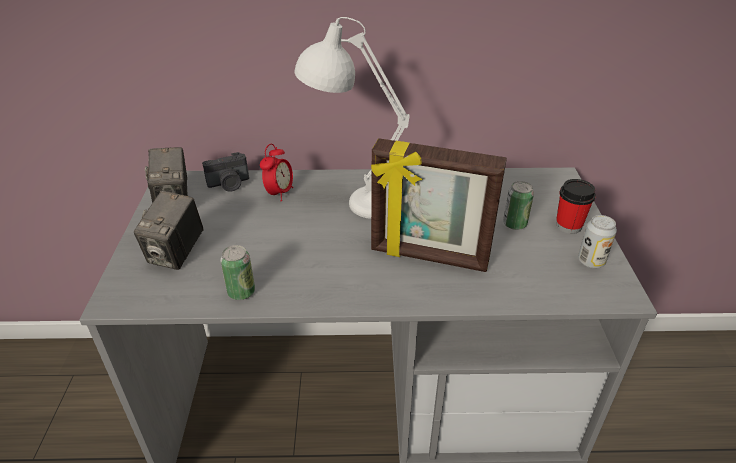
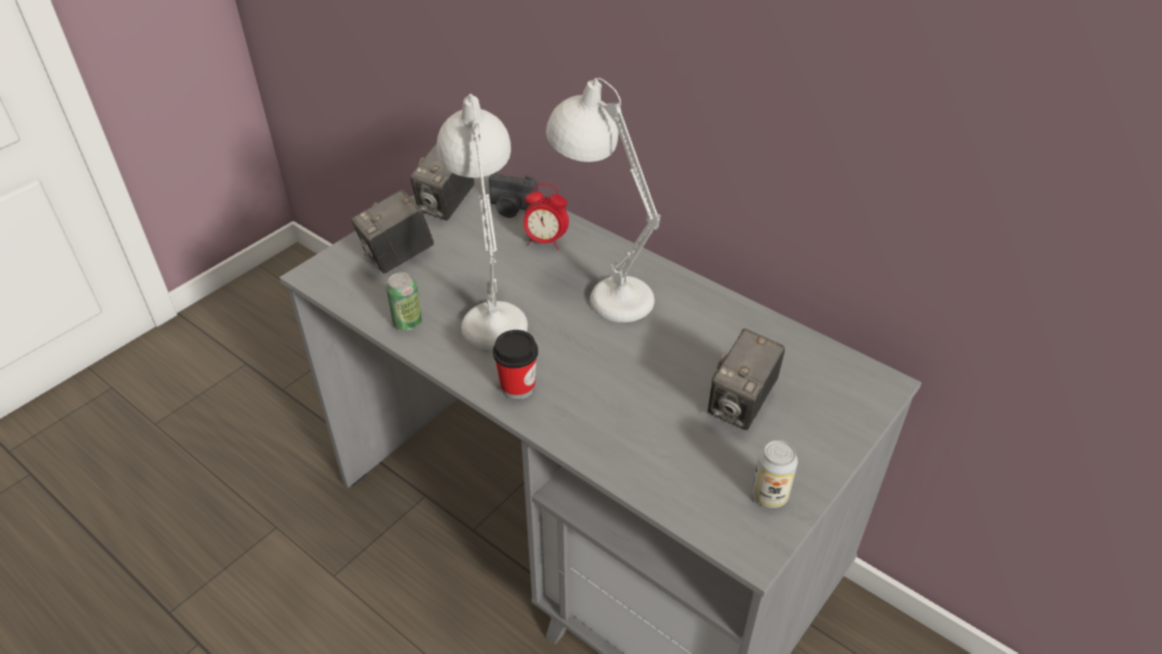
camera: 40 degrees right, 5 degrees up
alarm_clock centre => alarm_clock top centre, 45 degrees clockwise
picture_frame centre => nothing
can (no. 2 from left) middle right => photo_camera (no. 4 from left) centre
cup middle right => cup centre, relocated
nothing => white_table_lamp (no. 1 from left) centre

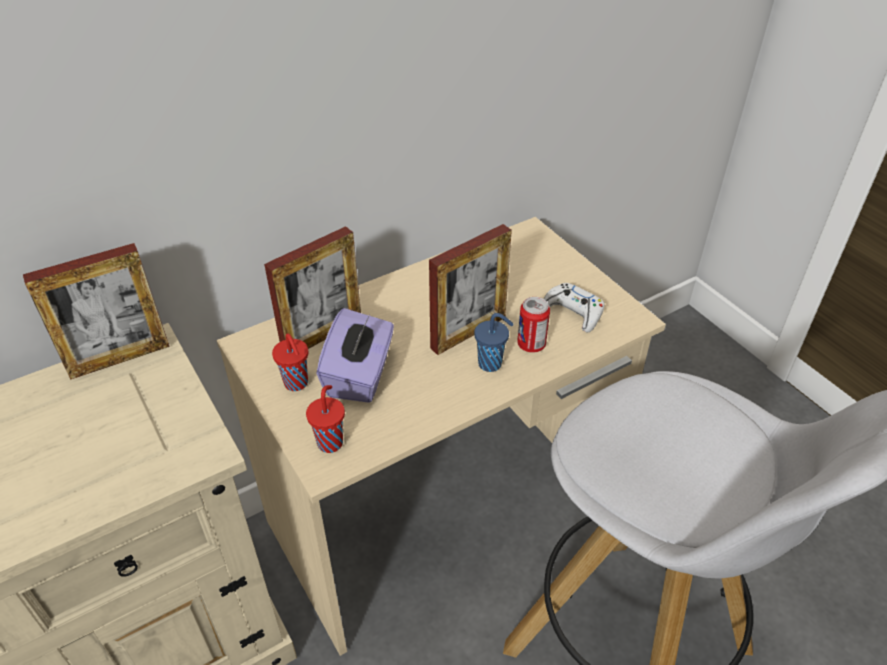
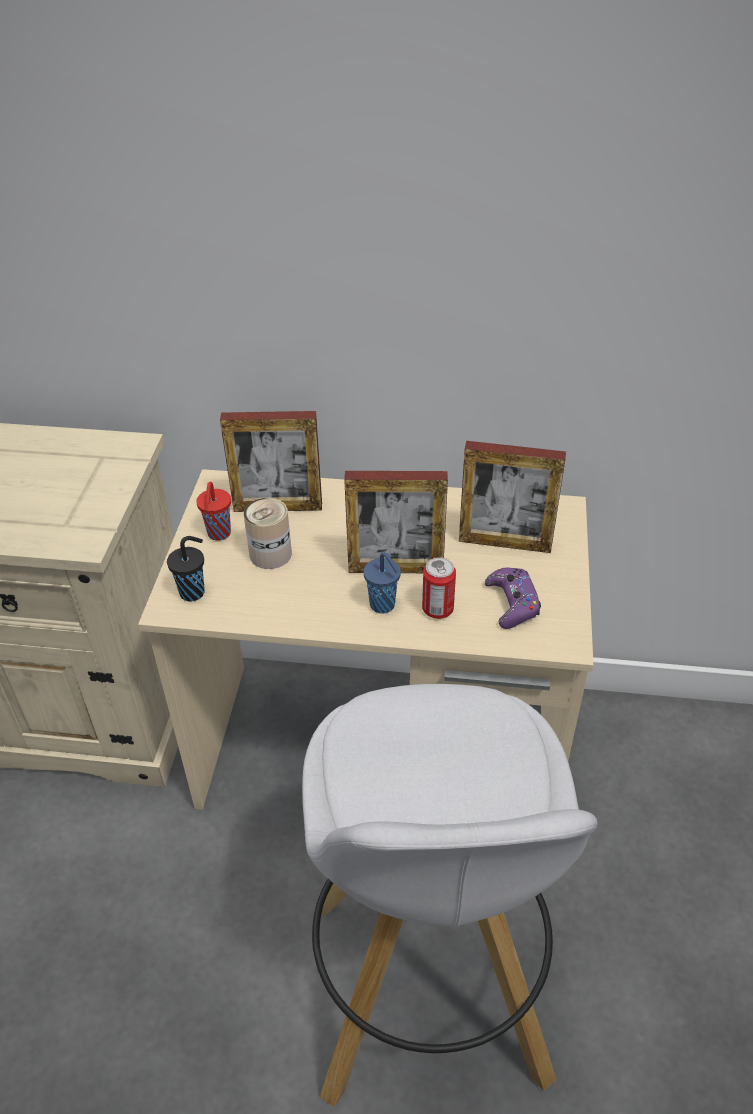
camera: 40 degrees right, 0 degrees up
picture_frame (no. 1 from left in the first image) middle left => picture_frame (no. 3 from left) middle right, relocated
red_cup (no. 2 from left) centre => black_cup middle left
purple_tissue_box centre => can (no. 1 from left) centre
white_game_controller centre => purple_game_controller middle right

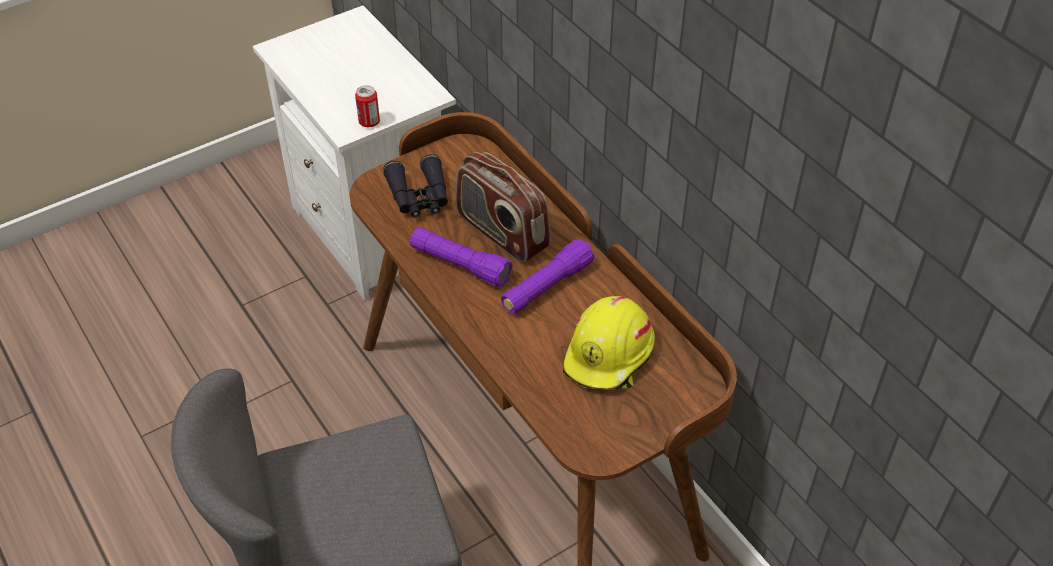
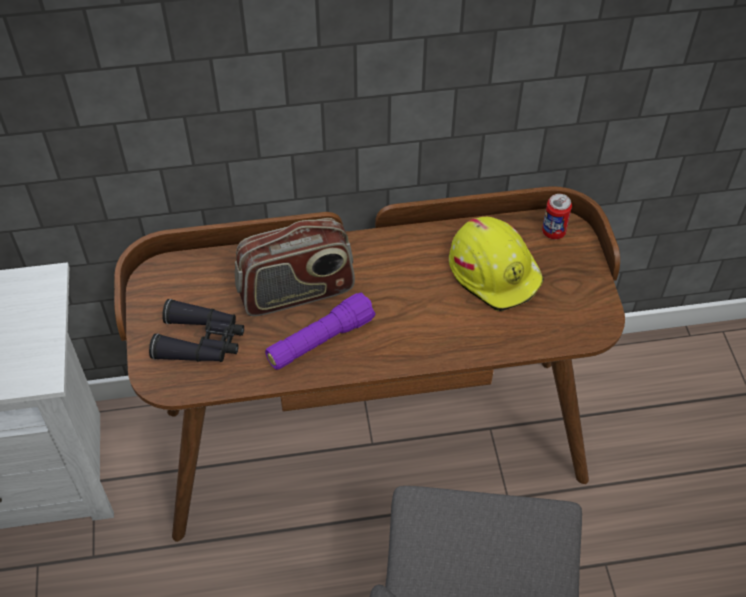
camera: 65 degrees left, 5 degrees up
can top centre => can middle right, relocated
purple_flashlight (no. 2 from left) centre => nothing

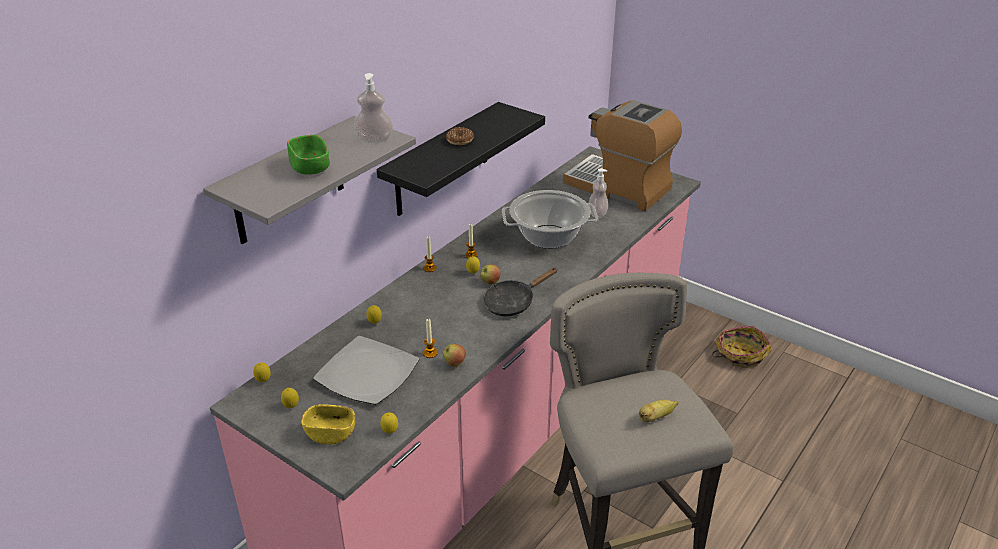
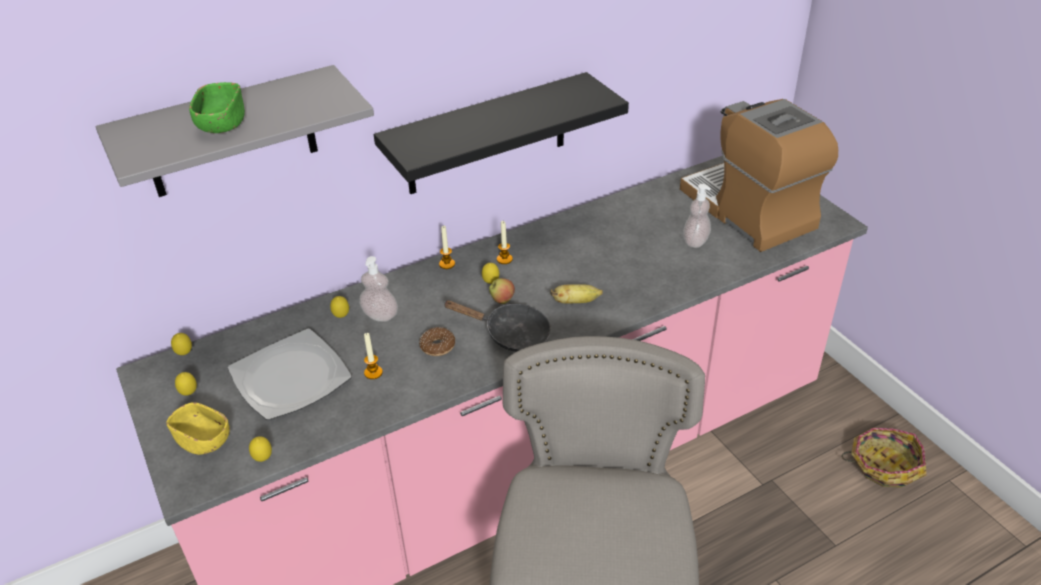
camera: 25 degrees right, 5 degrees up
soap_dispenser (no. 1 from left) top centre => soap_dispenser (no. 1 from left) centre, relocated
apple (no. 1 from left) centre => nothing
donut top centre => donut centre, relocated
black_frying_pan centre, 150 degrees counterclockwise
cooking_pot centre => nothing
banana bottom centre => banana centre, relocated

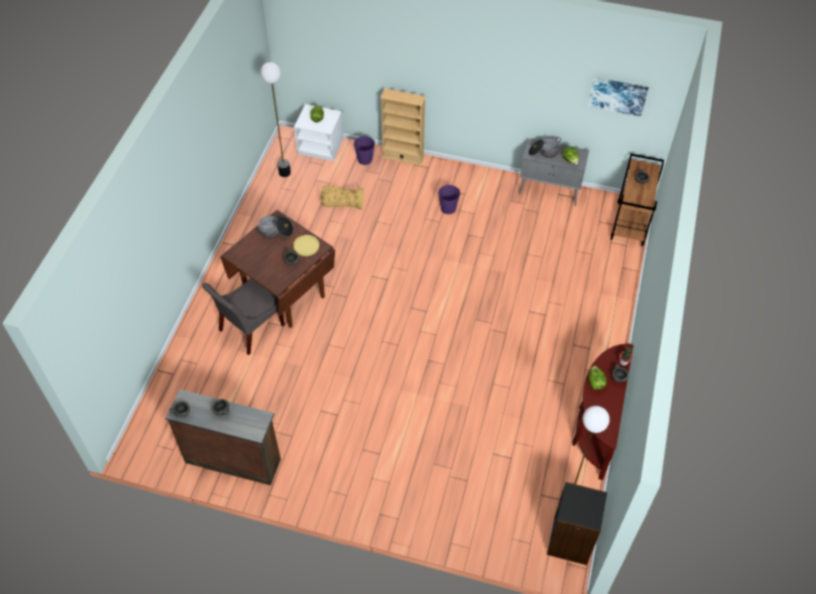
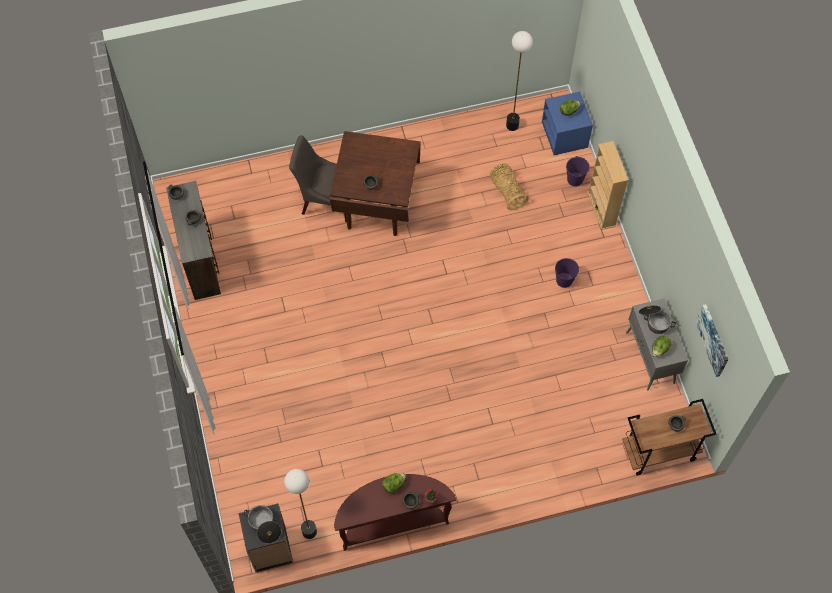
camera: 60 degrees right, 10 degrees up
cooking_pot (no. 1 from left) centre => cooking_pot (no. 1 from left) bottom left, relocated
yellow_plate centre => nothing
white_nightstand top centre => blue_nightstand top right

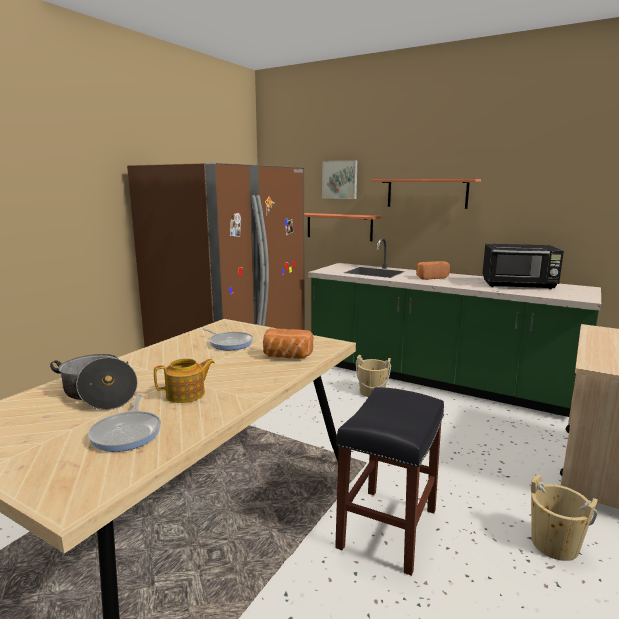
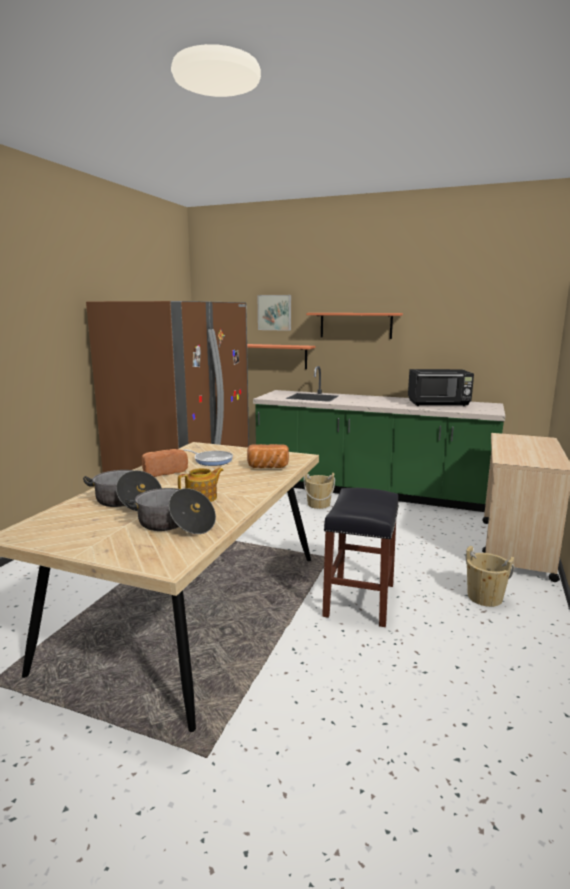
camera: 10 degrees left, 0 degrees up
frying_pan (no. 1 from left) bottom left => cooking_pot (no. 2 from left) middle left
bread (no. 2 from left in the first image) middle right => bread (no. 1 from left) middle left, relocated

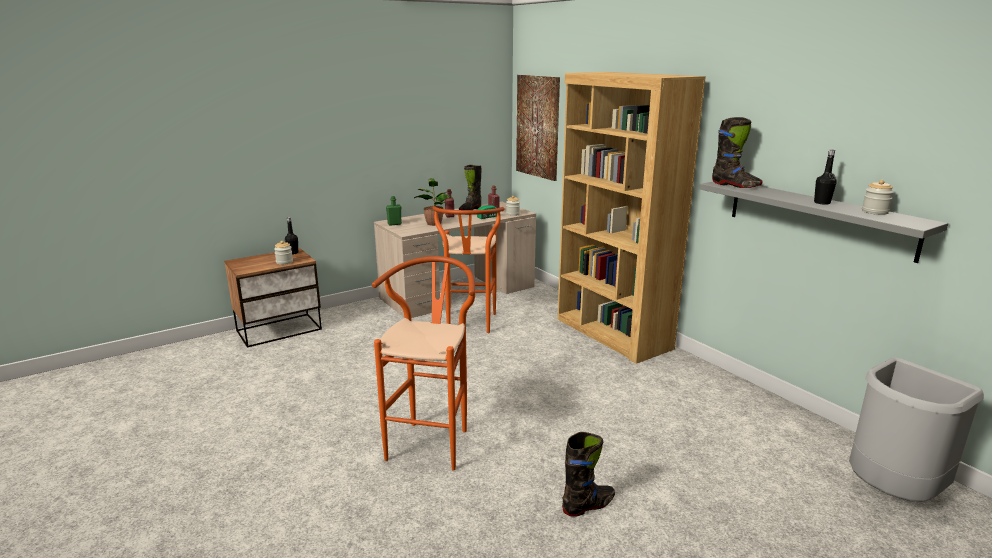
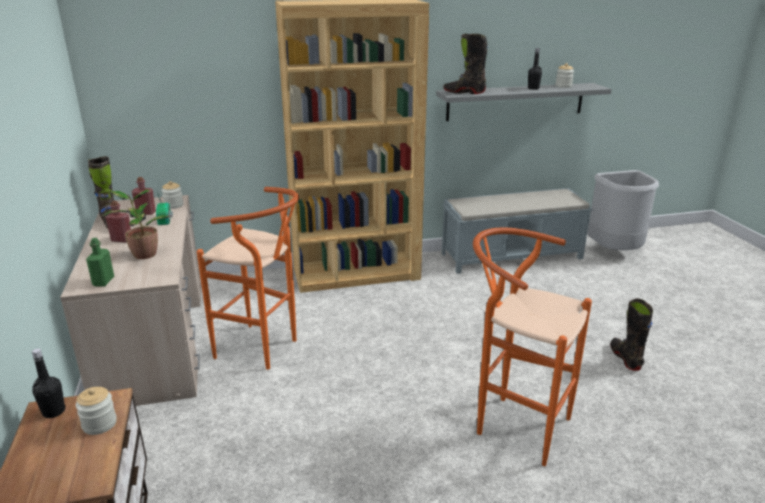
camera: 70 degrees left, 5 degrees up
picture top centre => nothing
black_boot (no. 3 from left in the first image) top right => black_boot (no. 2 from left) top centre, 135 degrees counterclockwise
nothing => grey_bench middle right

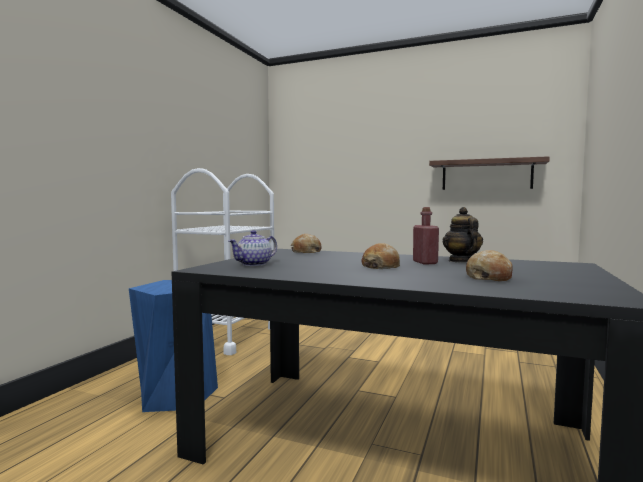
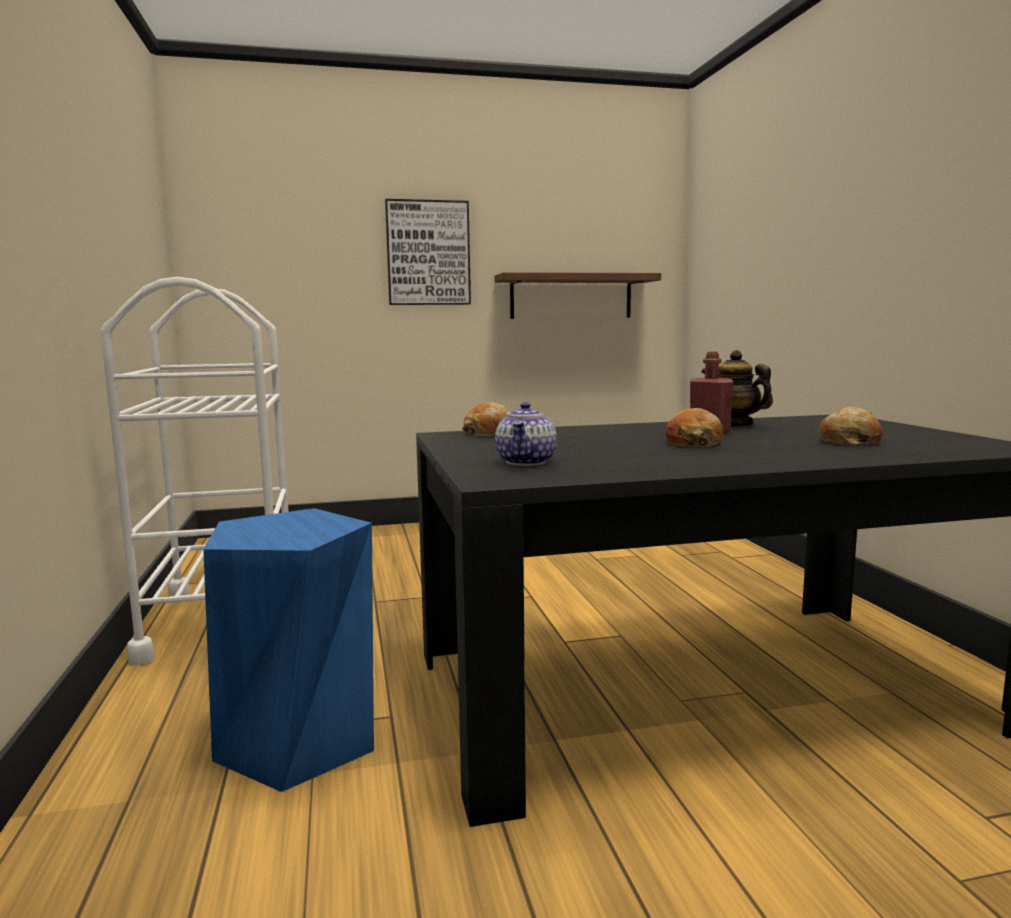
camera: 35 degrees left, 5 degrees up
nothing => picture top centre

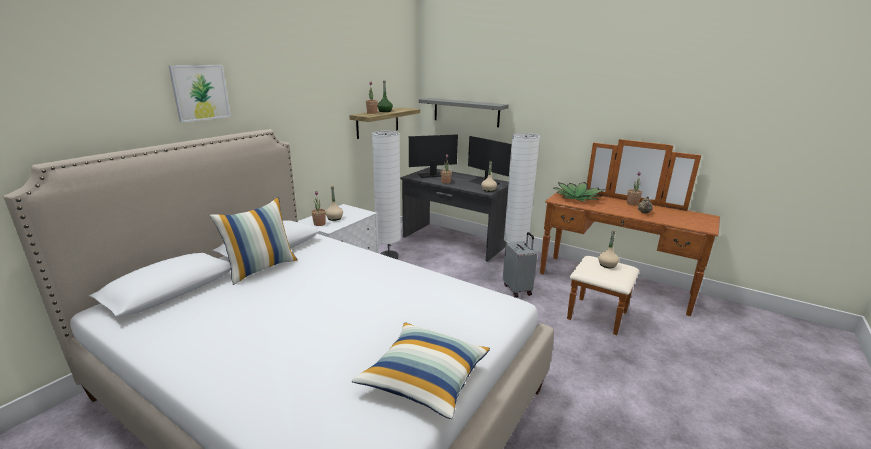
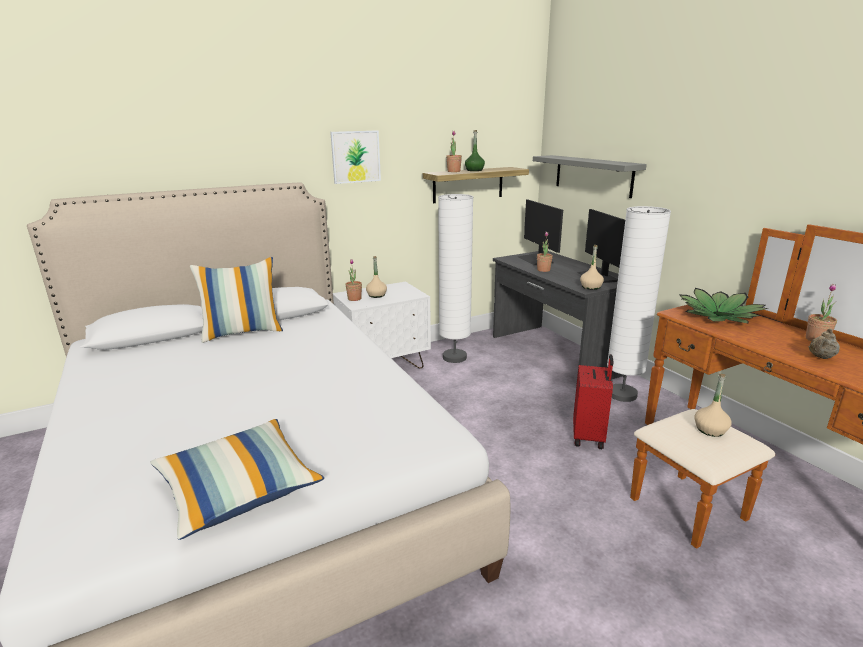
camera: 30 degrees right, 0 degrees up
picture top left => picture top centre, relocated
monitor (no. 1 from left) centre, 120 degrees counterclockwise
grey_suitcase centre => red_suitcase middle right

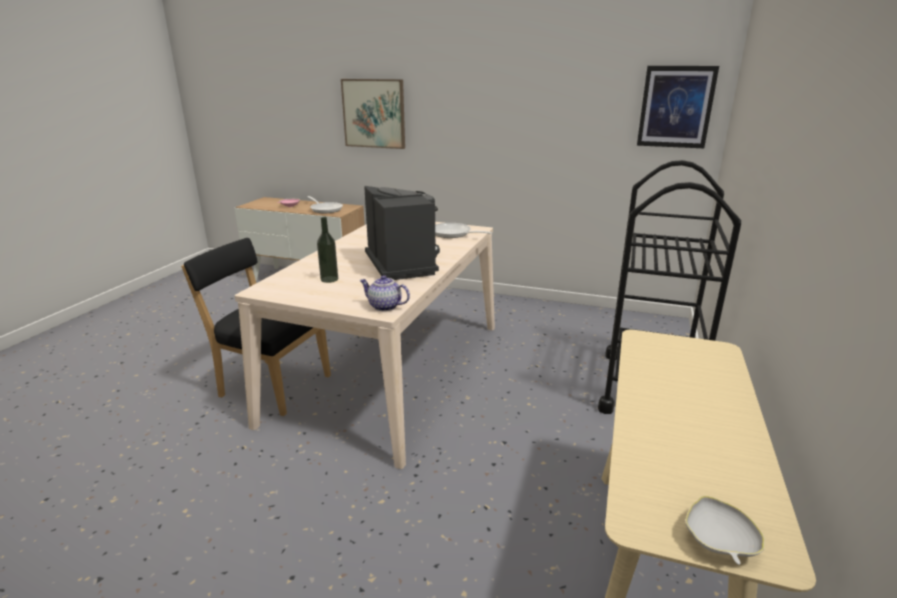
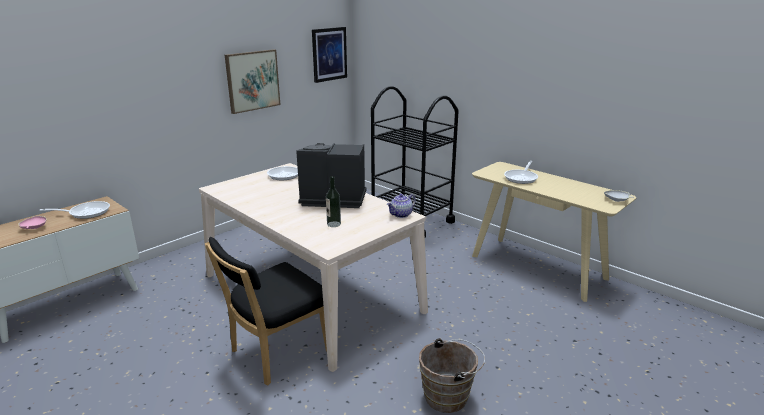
camera: 65 degrees left, 0 degrees up
picture (no. 1 from left) top centre => picture (no. 1 from left) top left, relocated
nothing => brown_bucket bottom centre
nothing => frying_pan (no. 3 from left) middle right

